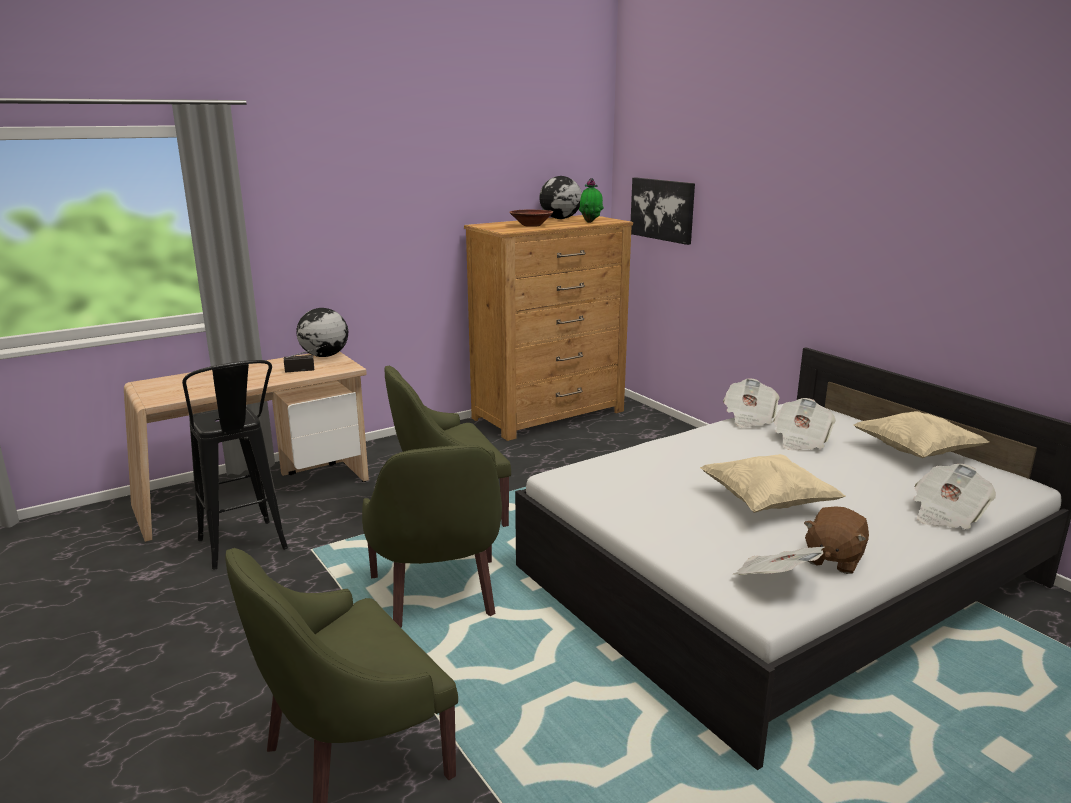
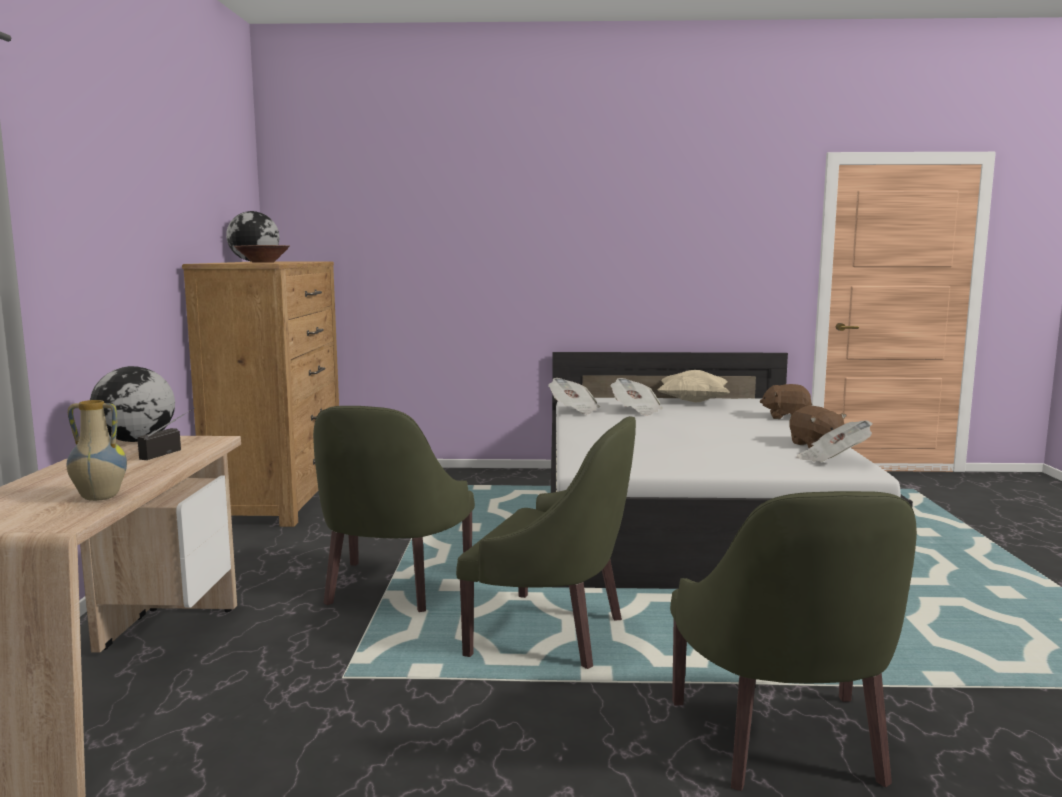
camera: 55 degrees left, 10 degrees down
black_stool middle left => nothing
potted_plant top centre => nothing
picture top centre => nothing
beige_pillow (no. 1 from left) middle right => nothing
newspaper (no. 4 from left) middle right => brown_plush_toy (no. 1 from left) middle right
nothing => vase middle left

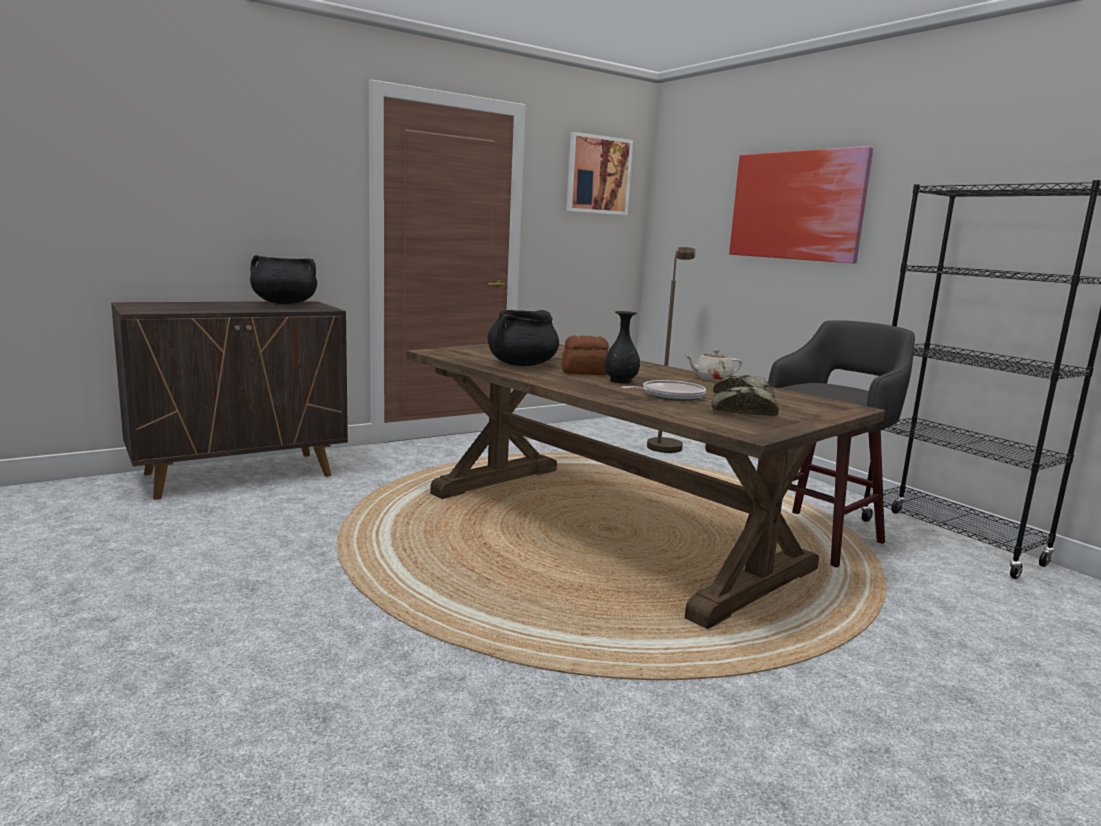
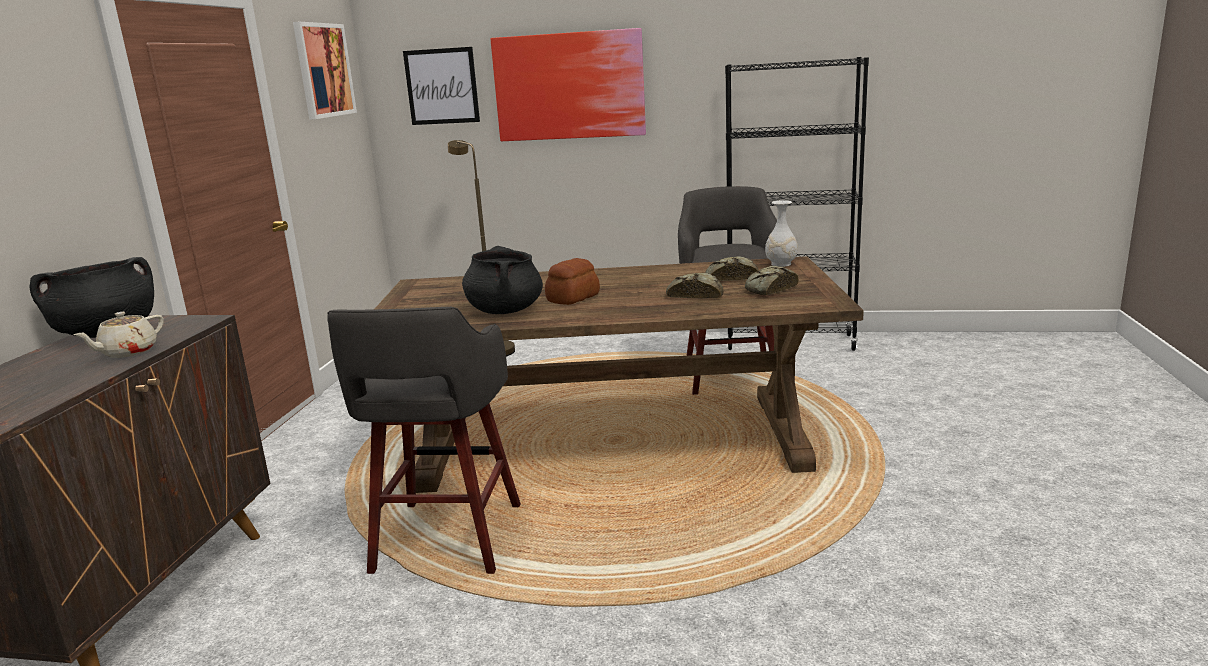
camera: 45 degrees left, 5 degrees up
black_vase centre => nothing
frying_pan centre => bread (no. 2 from left) centre
beige_teapot centre => beige_teapot middle left, relocated
nothing => grey_stool (no. 1 from left) centre
nothing => picture (no. 2 from left) top centre
nothing => white_vase centre

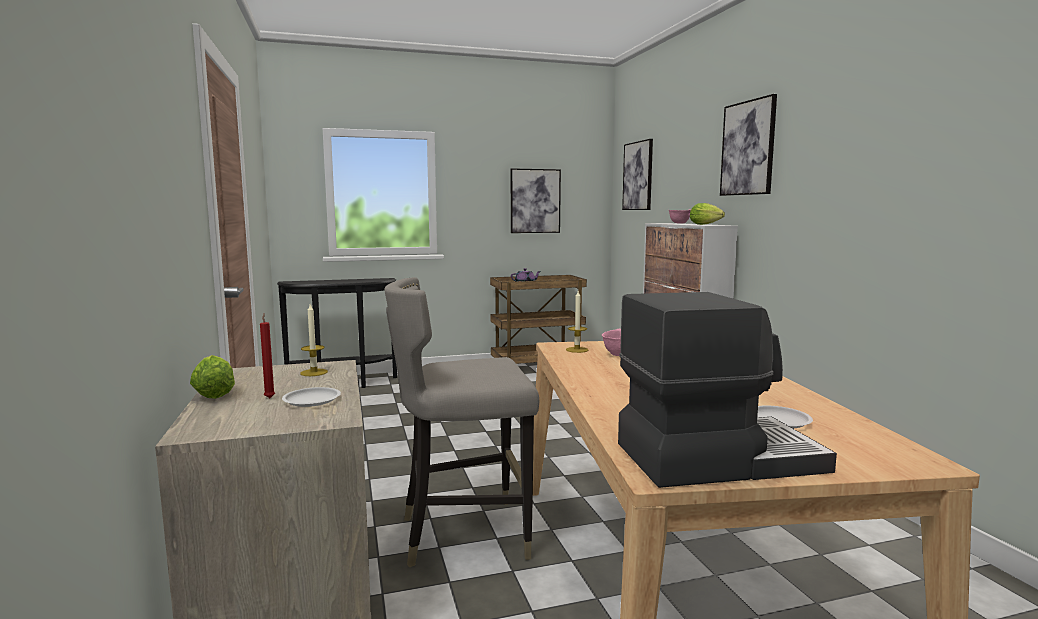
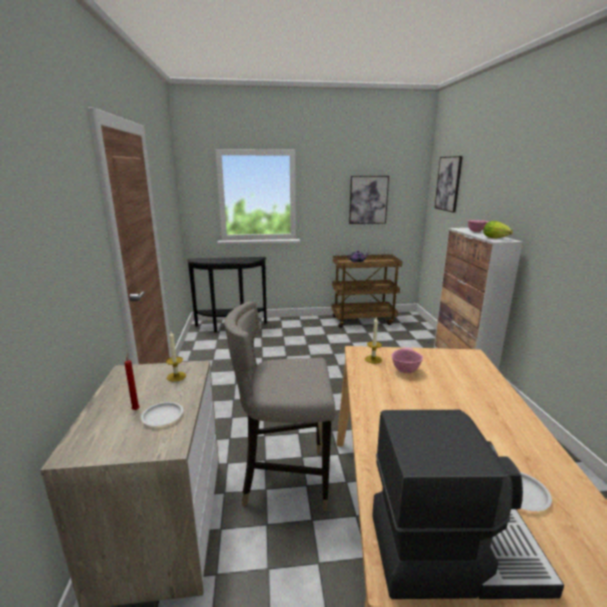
camera: 10 degrees right, 10 degrees up
lettuce (no. 1 from left) middle left => nothing
picture (no. 3 from left) top right => nothing

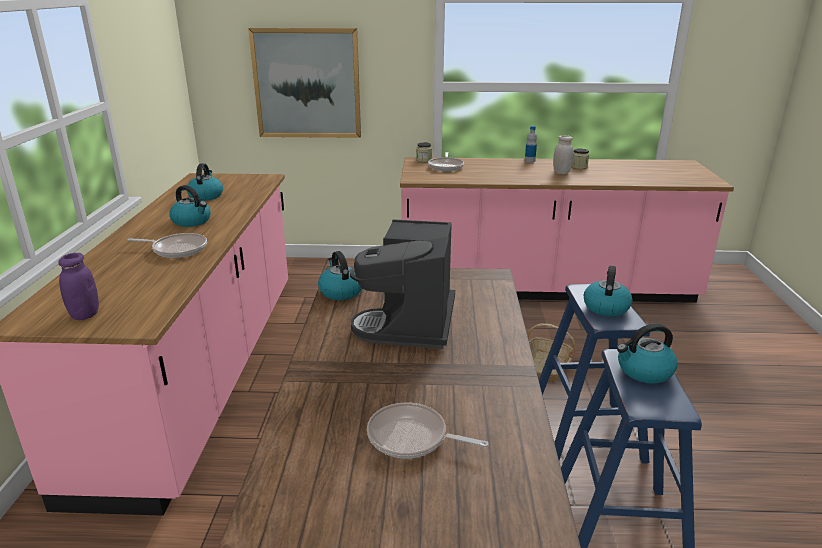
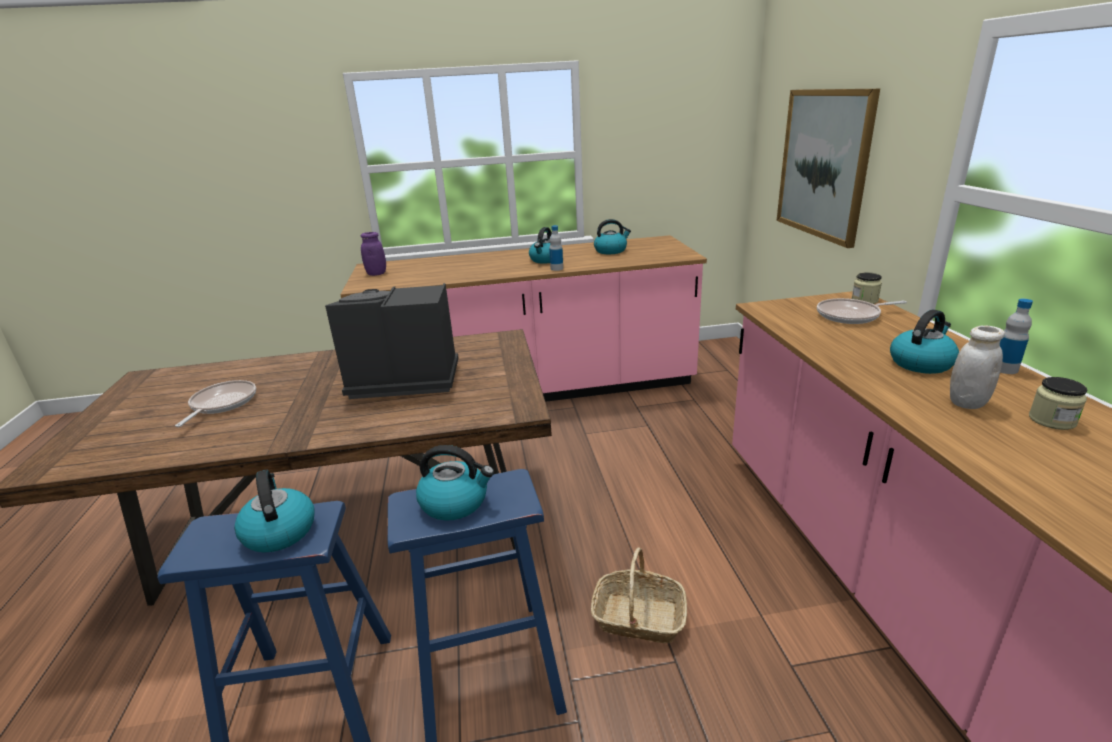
camera: 80 degrees right, 0 degrees up
frying_pan (no. 1 from left) middle left => nothing
kettle (no. 3 from left in the first image) centre => kettle (no. 5 from left) middle right, relocated
nothing => bottle (no. 1 from left) centre

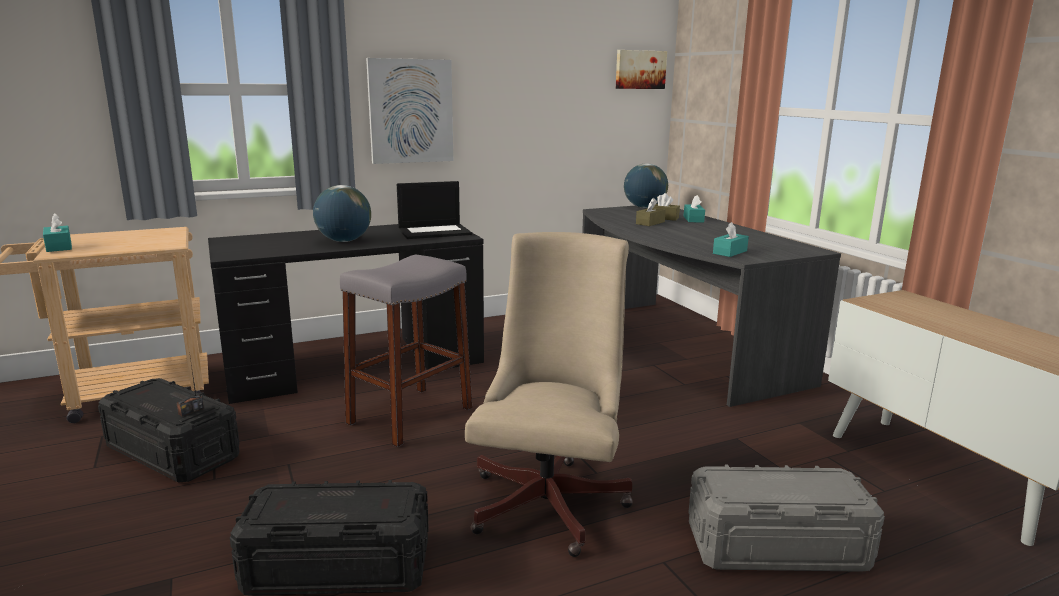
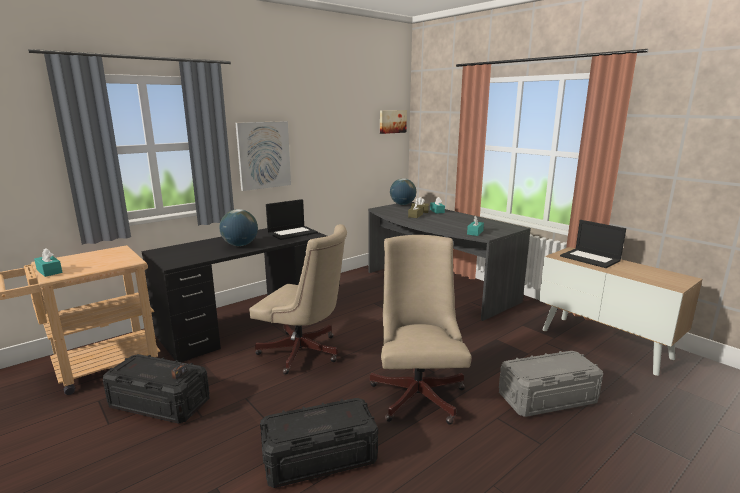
camera: 15 degrees left, 0 degrees up
grey_stool centre => beige_office_chair (no. 1 from left) centre
nothing => laptop (no. 2 from left) middle right

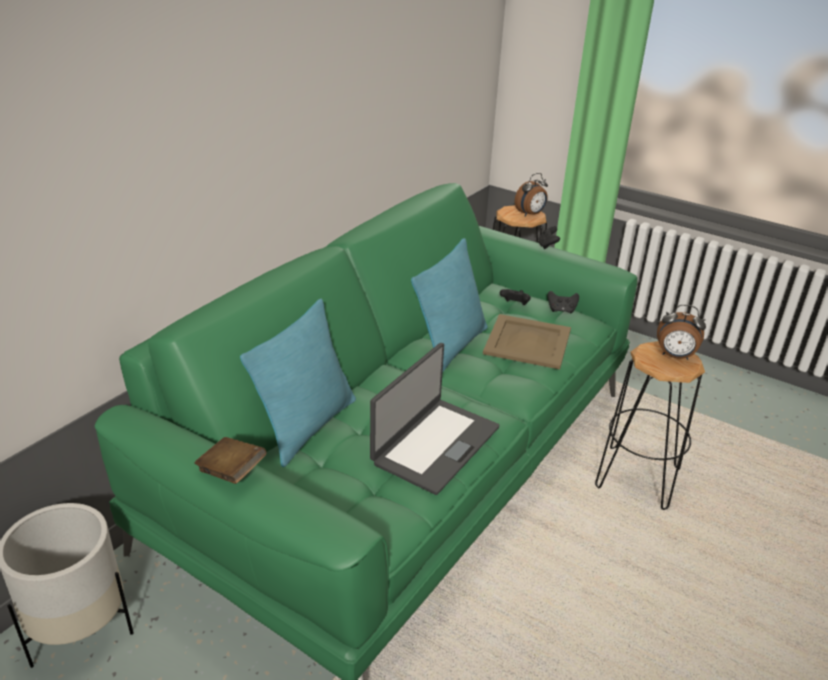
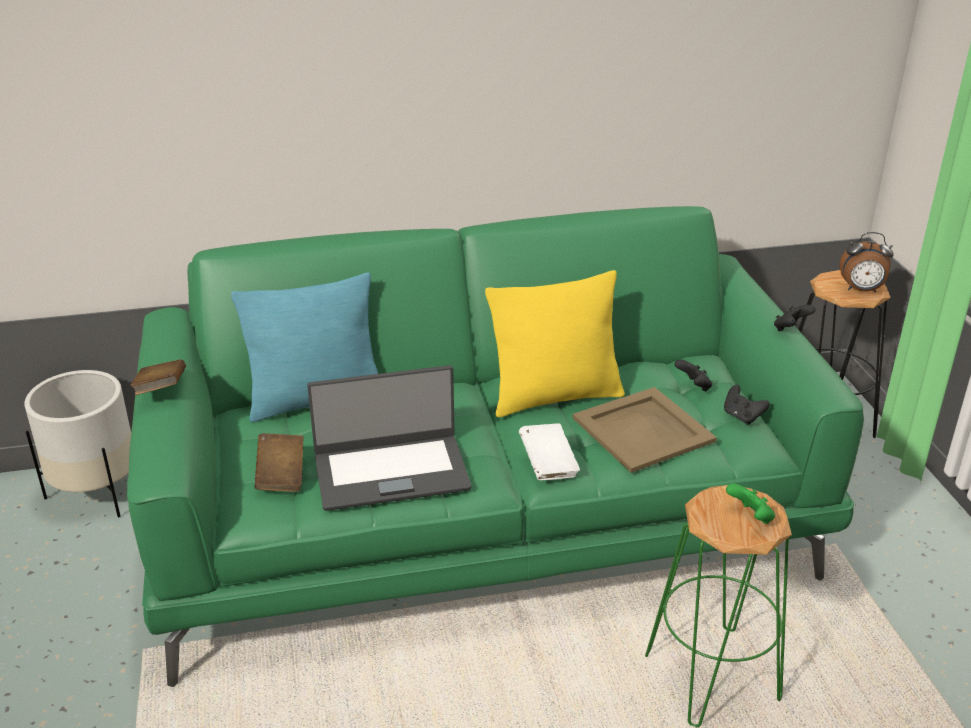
camera: 45 degrees right, 0 degrees up
turquoise_pillow (no. 2 from left) centre => yellow_pillow centre
black_stool (no. 2 from left) middle right => green_stool bottom right
alarm_clock (no. 2 from left) middle right => green_game_controller bottom right
nothing => brown_book (no. 2 from left) middle left
nothing => white_book centre

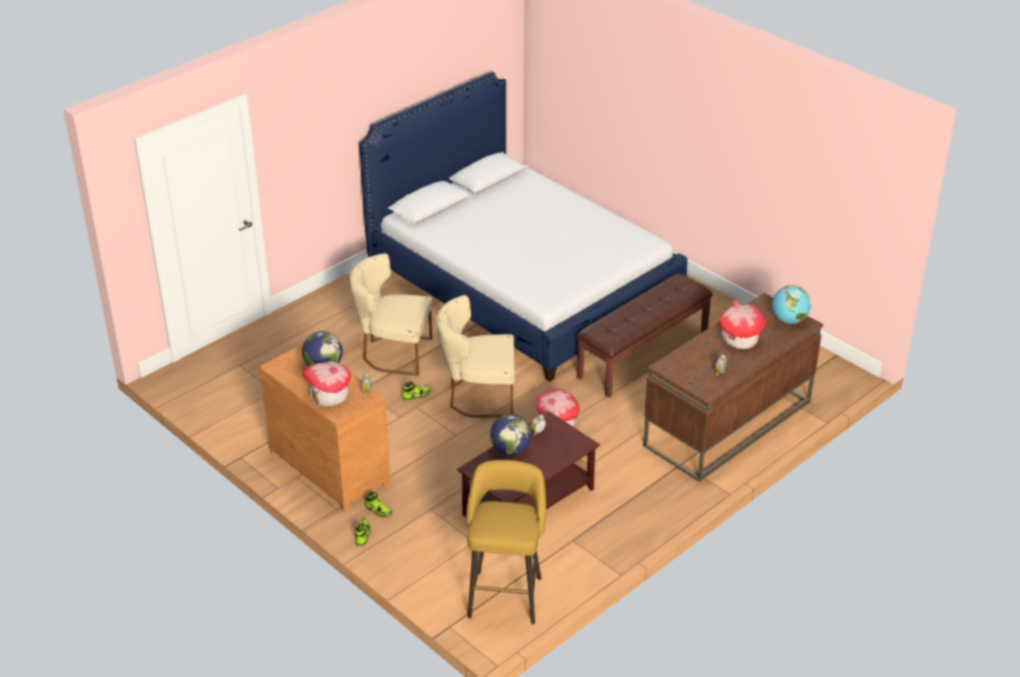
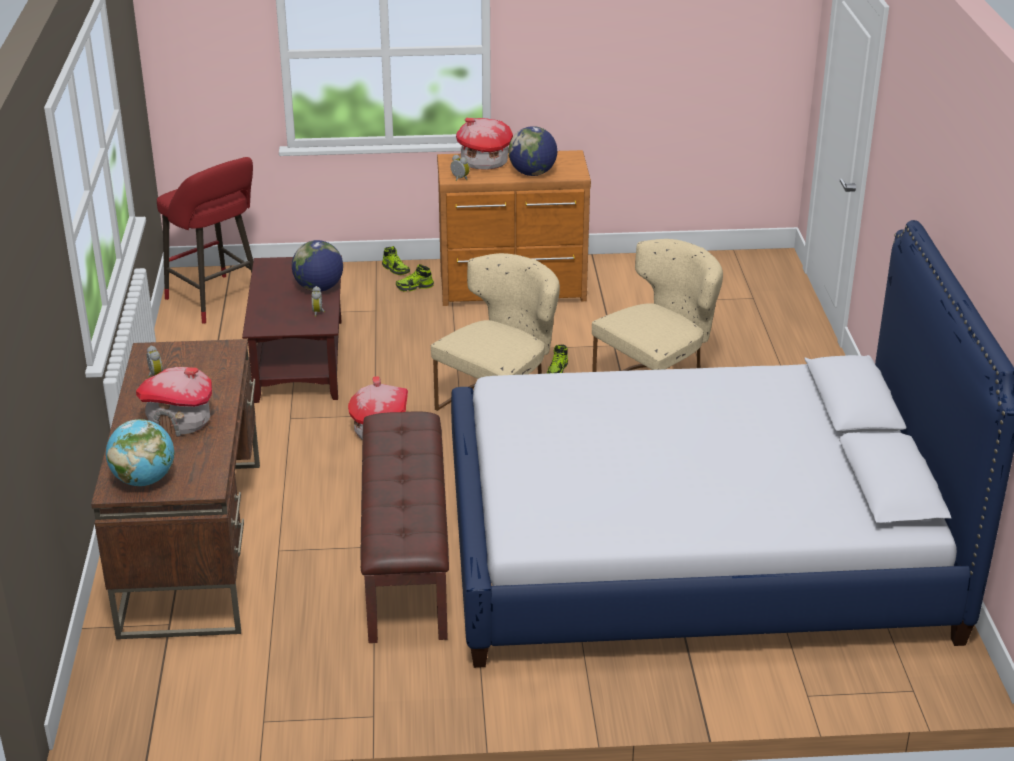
camera: 130 degrees right, 5 degrees down
yellow_stool bottom centre => red_stool top left

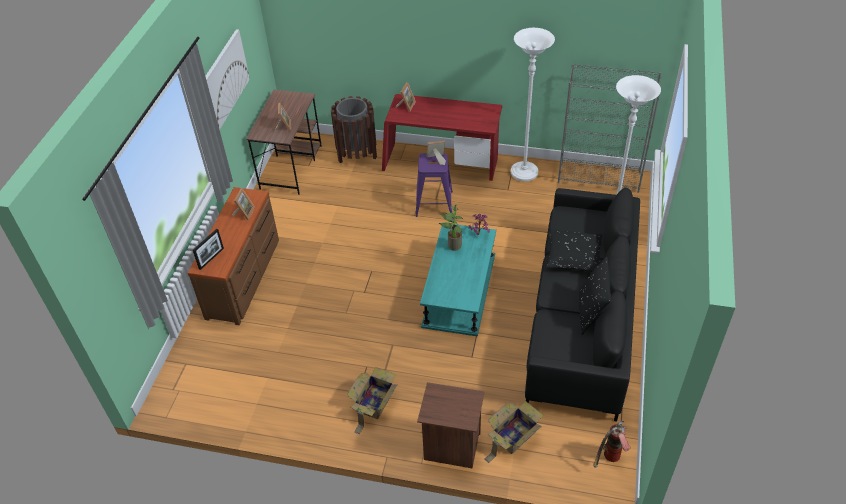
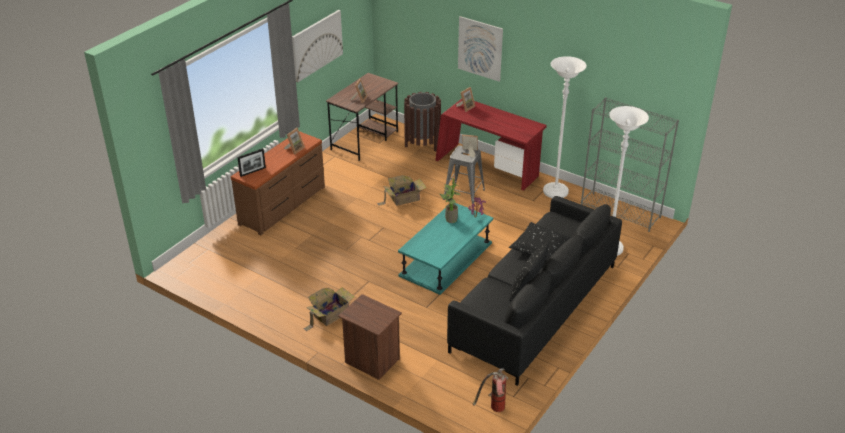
camera: 20 degrees right, 10 degrees down
purple_stool centre => grey_stool centre
cardboard_box (no. 2 from left) bottom centre => cardboard_box (no. 2 from left) centre, relocated
nothing => picture (no. 2 from left) top centre

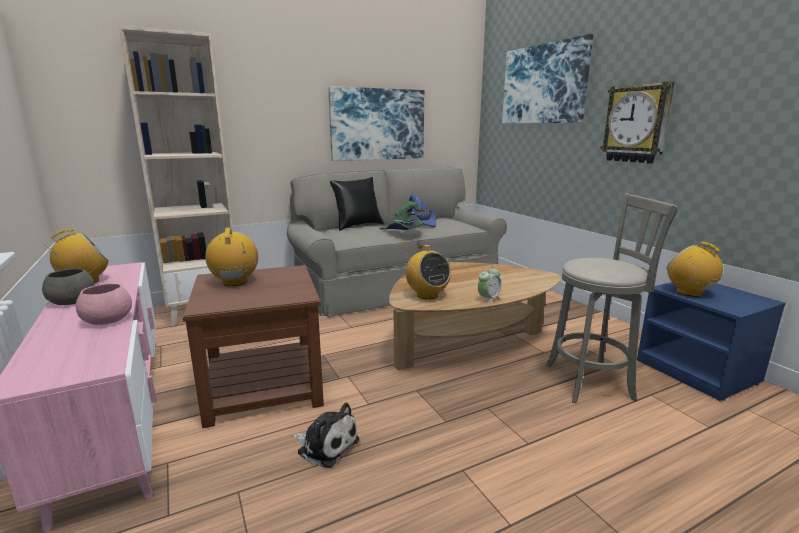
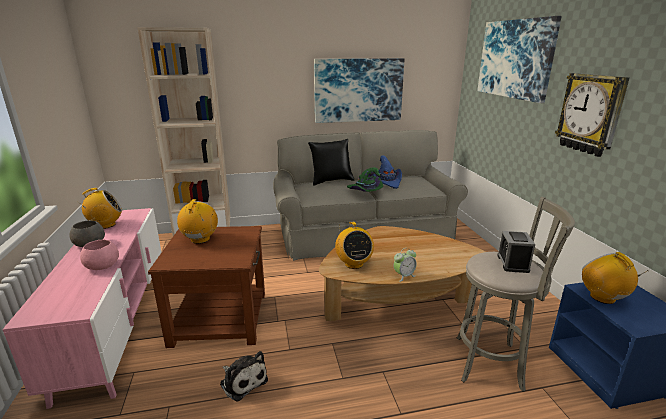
camera: 15 degrees right, 5 degrees up
nothing => alarm_clock (no. 2 from left) middle right

